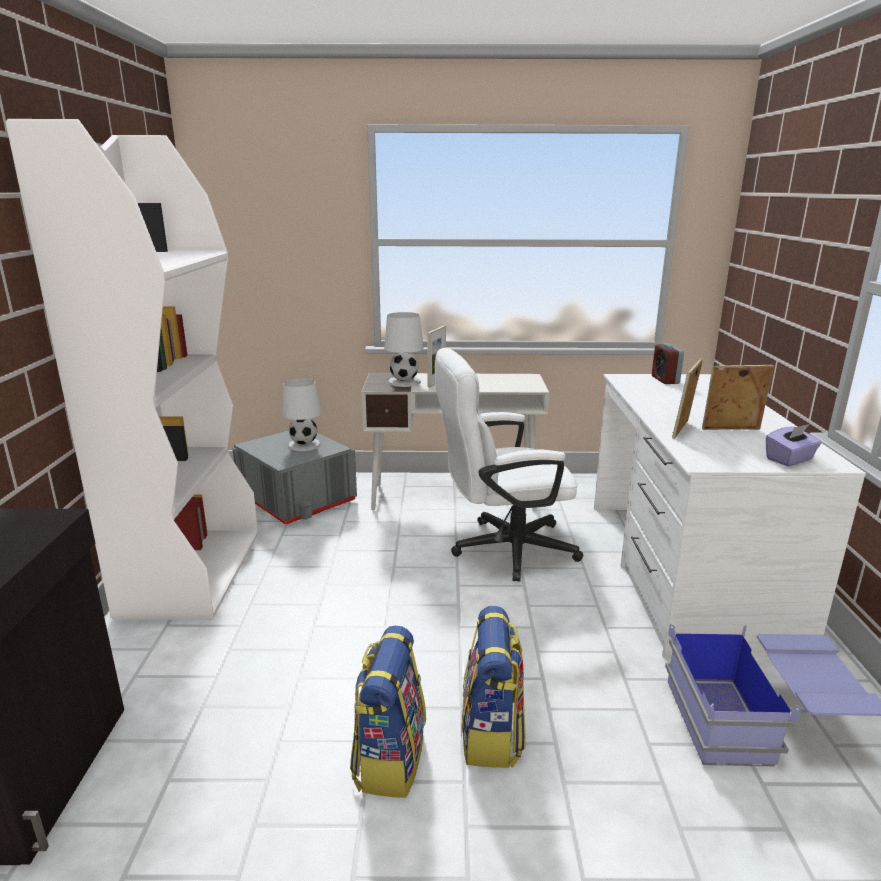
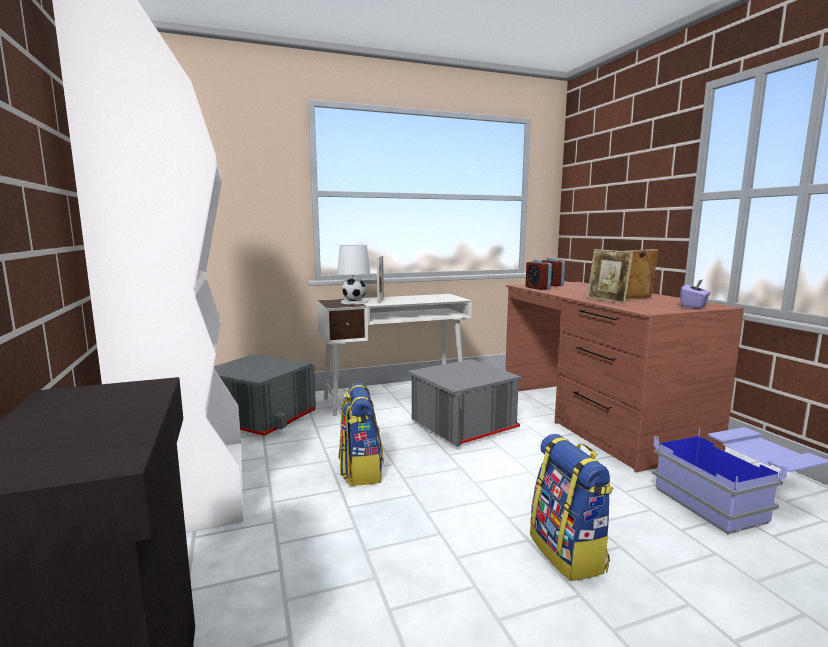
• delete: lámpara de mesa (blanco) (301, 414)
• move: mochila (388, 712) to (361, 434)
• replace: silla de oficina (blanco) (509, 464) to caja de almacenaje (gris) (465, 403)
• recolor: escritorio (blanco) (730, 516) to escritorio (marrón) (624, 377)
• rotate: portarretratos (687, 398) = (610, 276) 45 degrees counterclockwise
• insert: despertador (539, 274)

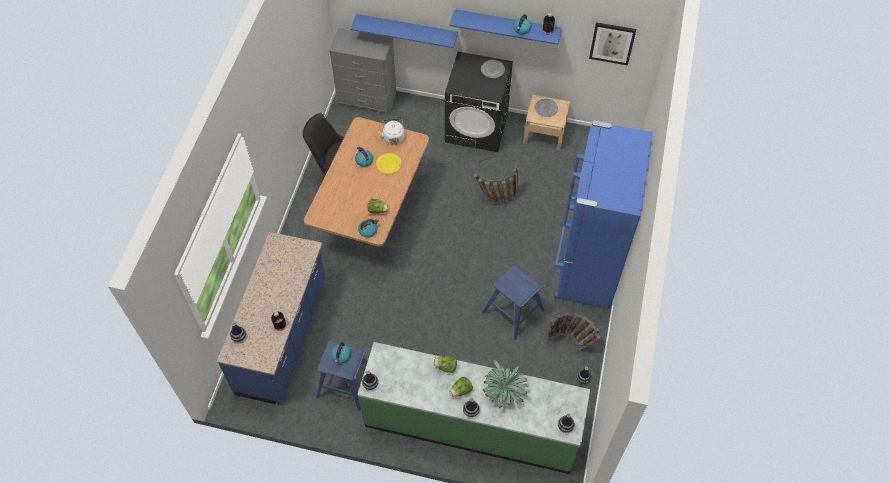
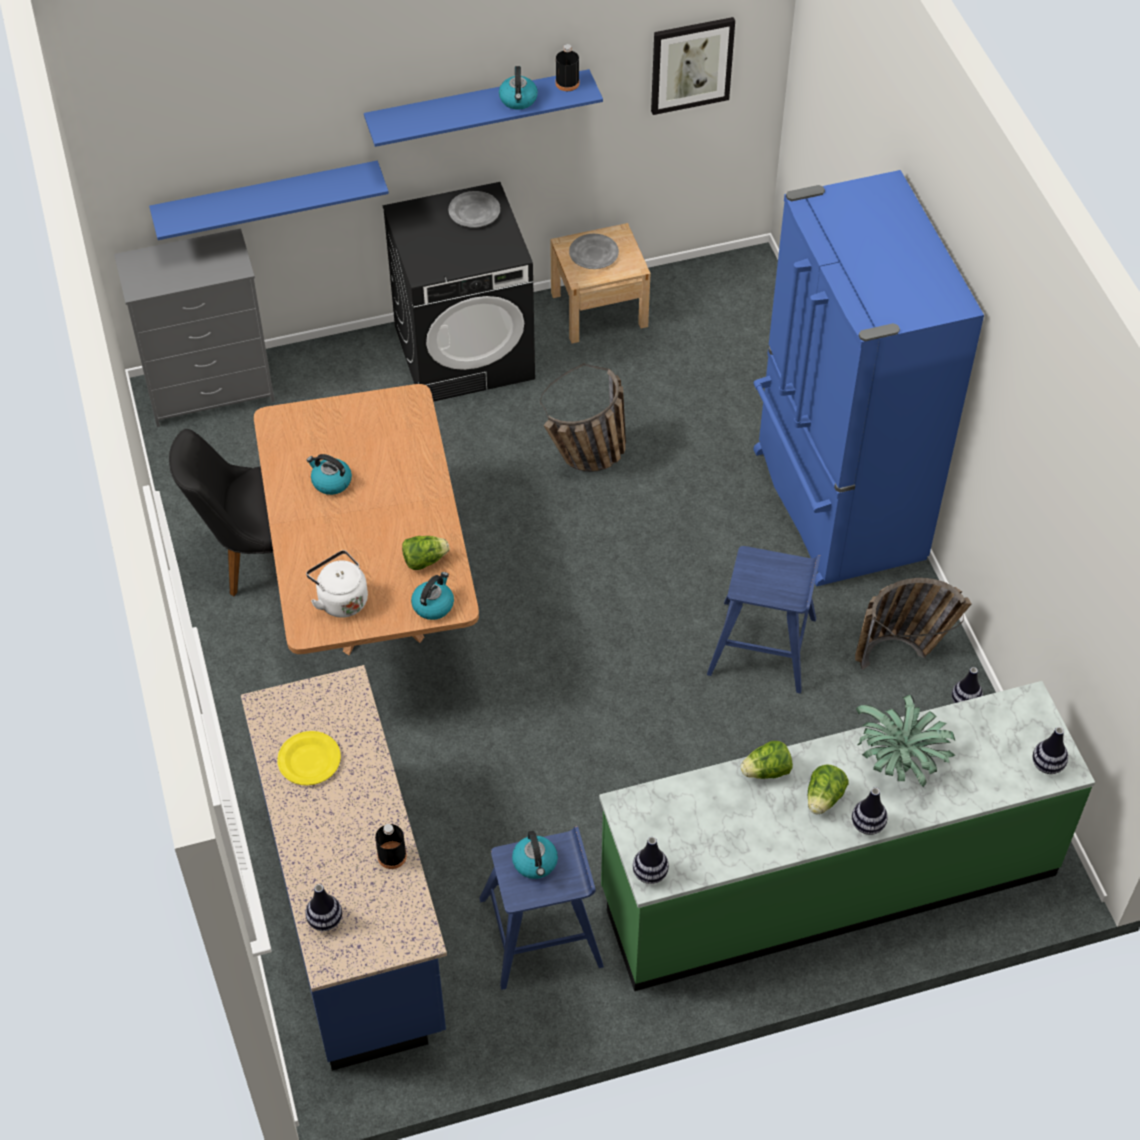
• move: plato (amarillo) (388, 163) to (309, 758)
• move: hervidor (blanco) (391, 131) to (337, 584)

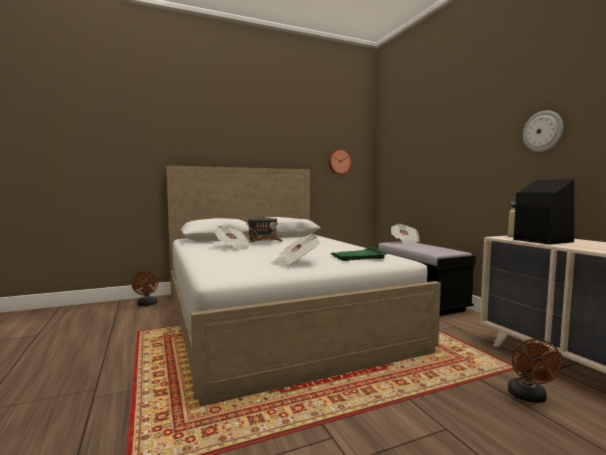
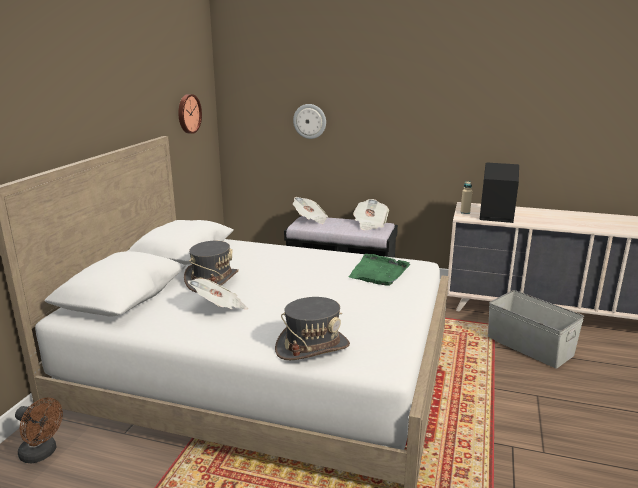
• move: periódico (295, 250) to (371, 214)
• replace: ventilador (marrón) (535, 371) to caja de almacenaje (gris) (536, 329)
• move: reloj de pared (543, 131) to (309, 121)
• insert: sombrero (gris) (312, 328)

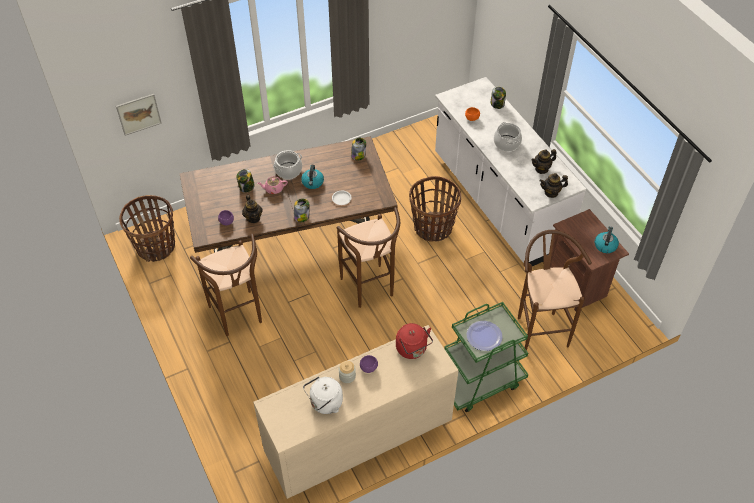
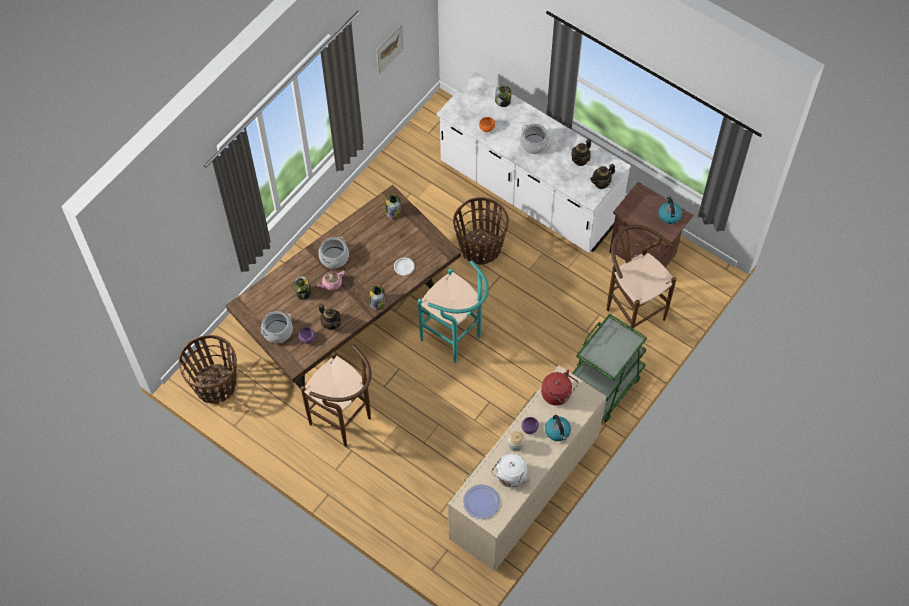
• move: cuadro (139, 115) to (389, 49)
• move: hervidor (312, 177) to (558, 428)
• recolor: taburete (marrón) (368, 257) to taburete (turquesa) (453, 311)
• move: plato (484, 336) to (481, 502)
• insert: olla (277, 327)

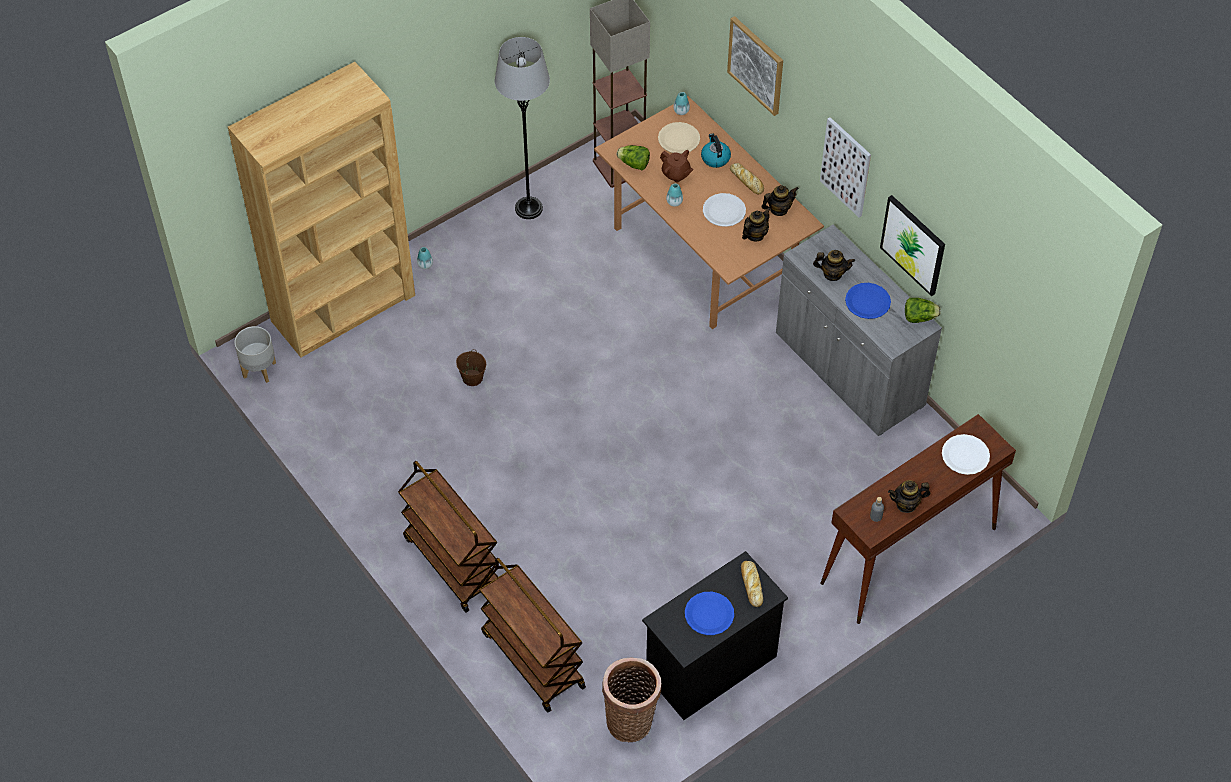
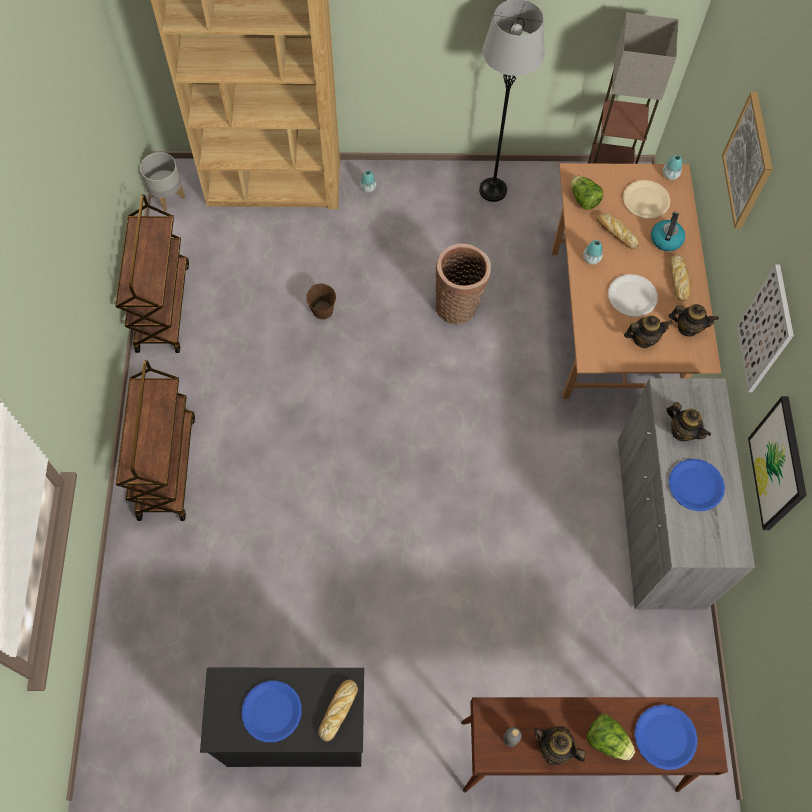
• move: carrito (marrón) (532, 635) to (152, 274)
• move: cesta (632, 700) to (463, 283)
• replace: tetera (marrón) (677, 166) to pan (617, 231)
• move: lechuga (923, 310) to (610, 737)
• recolor: plato (blanco) (966, 454) to plato (azul) (666, 737)

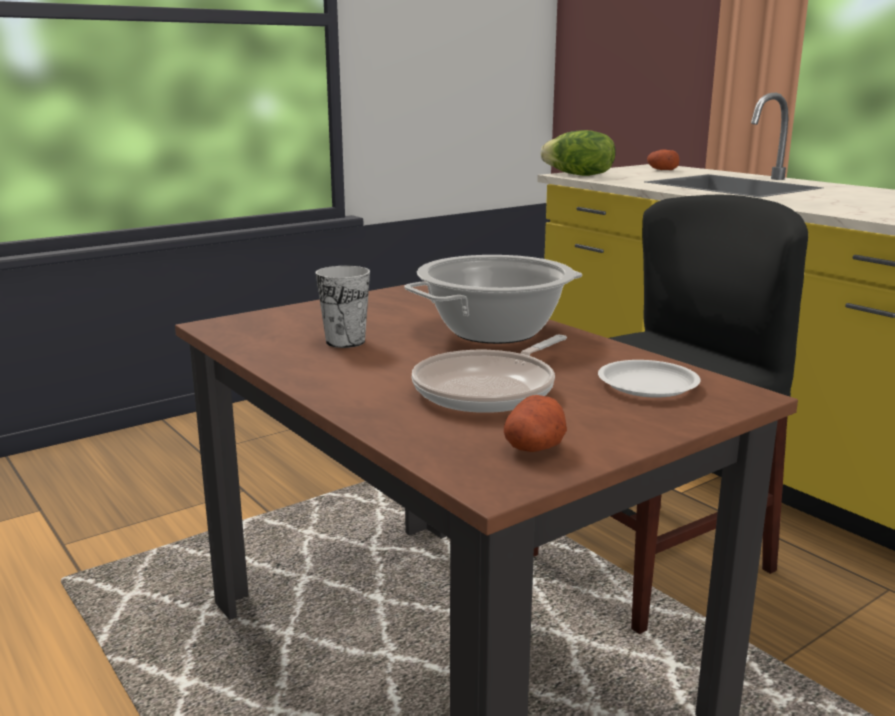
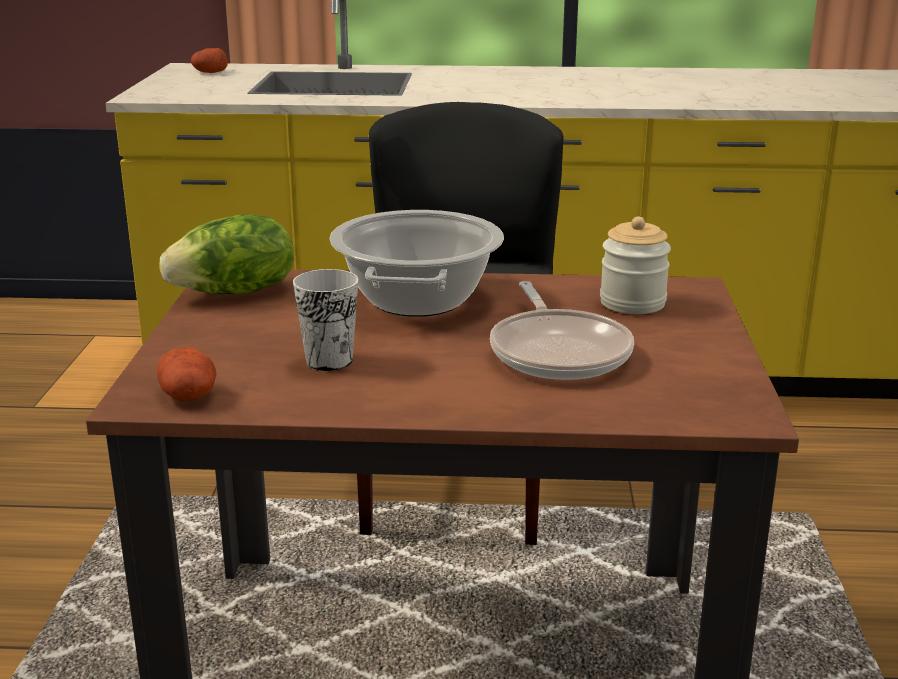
• move: patata (535, 423) to (187, 374)
• move: lechuga (578, 153) to (226, 254)
• replace: plato (blanco) (649, 379) to tarro (635, 265)

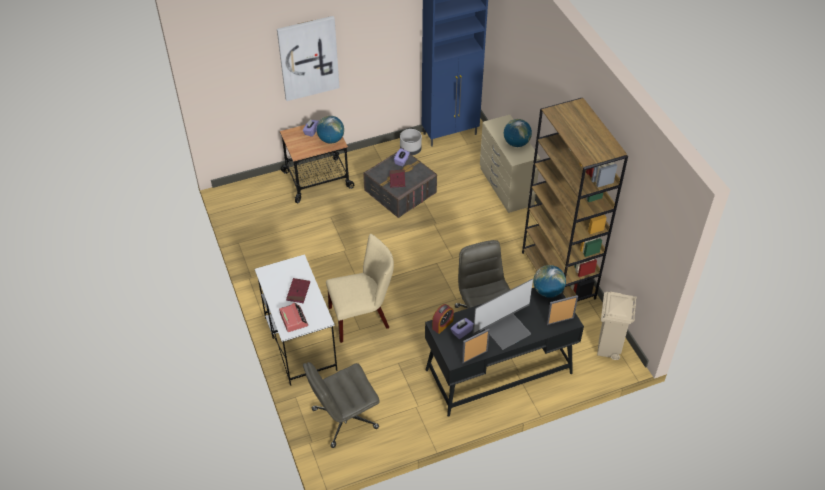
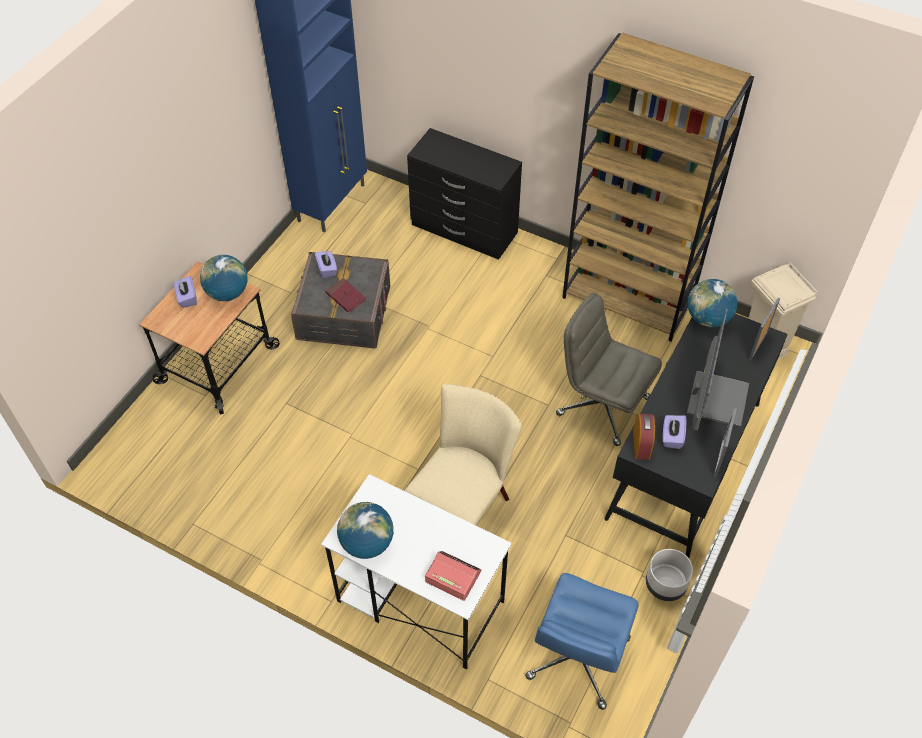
• delete: cuadro (308, 58)
• delete: libro (rojo) (298, 290)
• recolor: silla de oficina (gris) (341, 405) to silla de oficina (azul) (581, 641)
• move: maceta (gris) (411, 142) to (669, 575)
• recolor: cómoda (beis) (510, 164) to cómoda (negro) (464, 194)
• move: globo terráqueo (517, 133) to (365, 530)

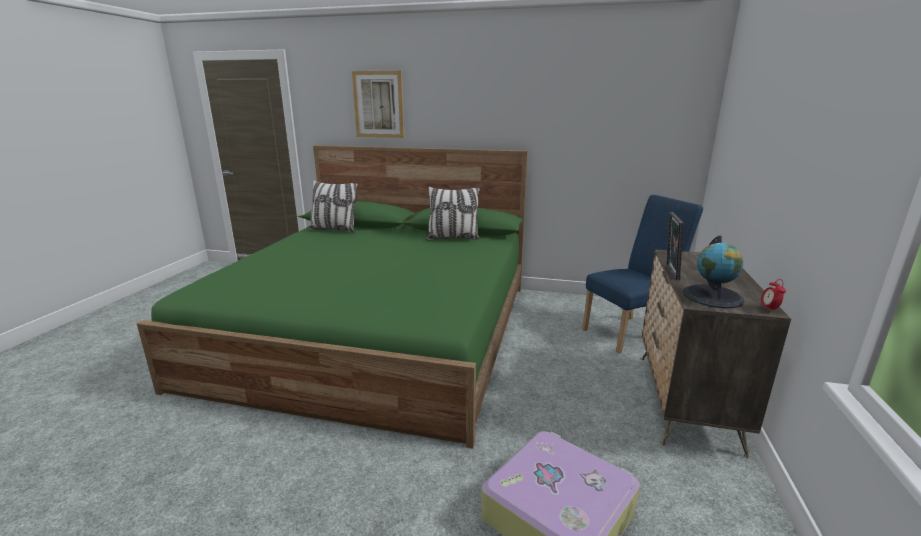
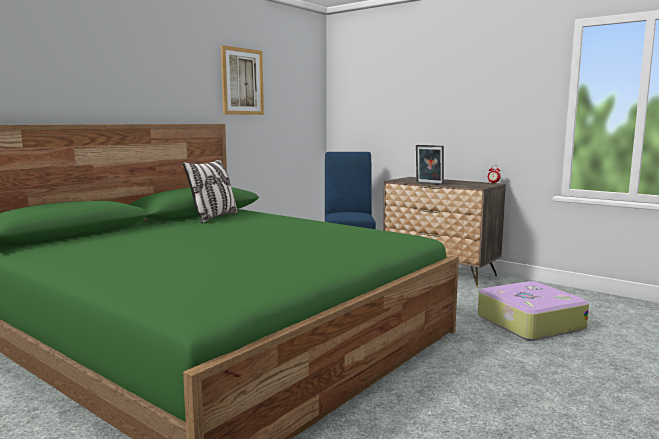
• delete: cojín (333, 206)
• move: cuadro (378, 104) to (242, 80)
• delete: globo terráqueo (714, 271)

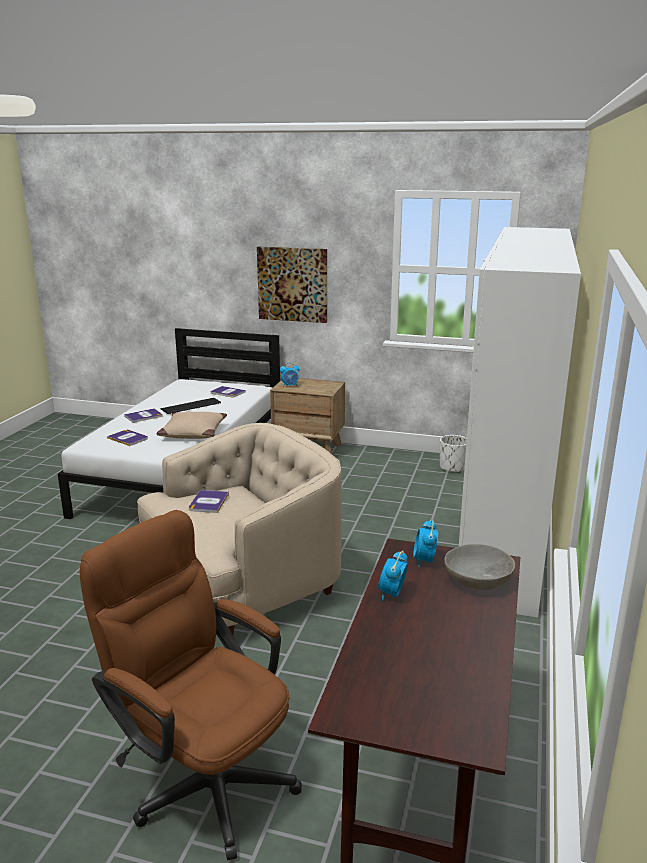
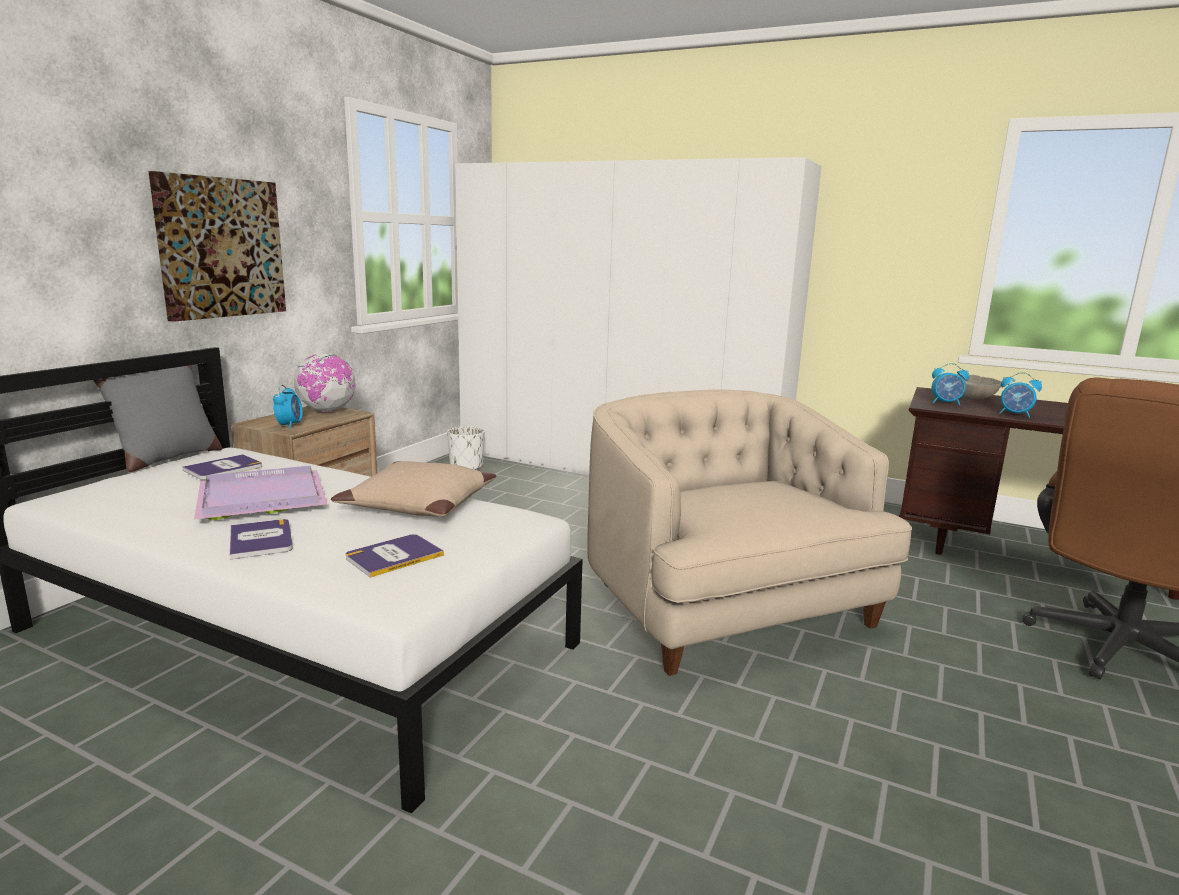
• replace: teclado (191, 406) to bandeja (morado) (260, 493)
• delete: libro (209, 501)
• insert: cojín (gris) (157, 418)
• insert: globo terráqueo (325, 383)

